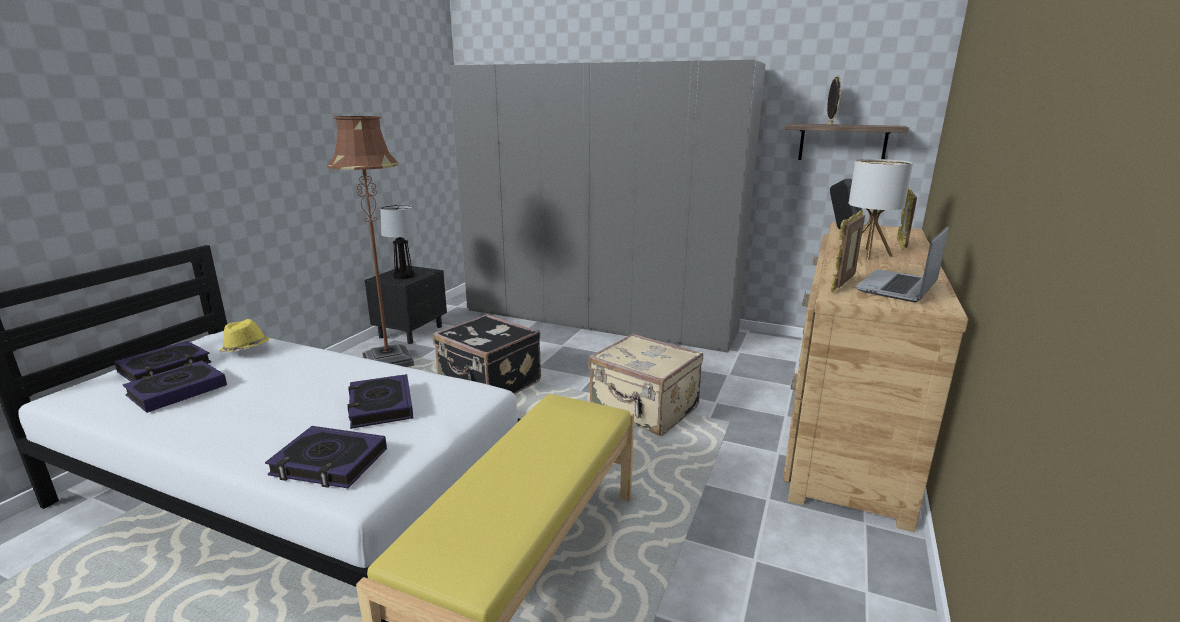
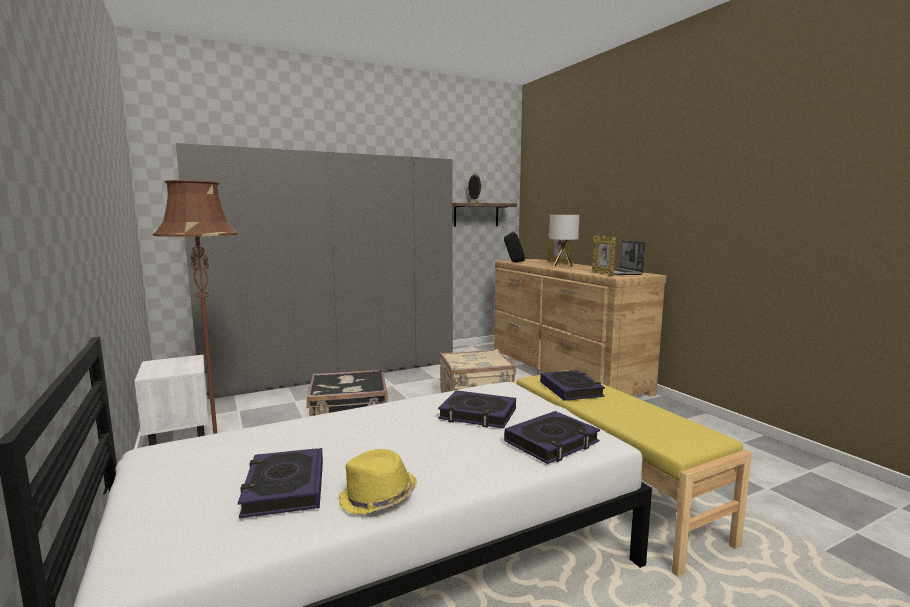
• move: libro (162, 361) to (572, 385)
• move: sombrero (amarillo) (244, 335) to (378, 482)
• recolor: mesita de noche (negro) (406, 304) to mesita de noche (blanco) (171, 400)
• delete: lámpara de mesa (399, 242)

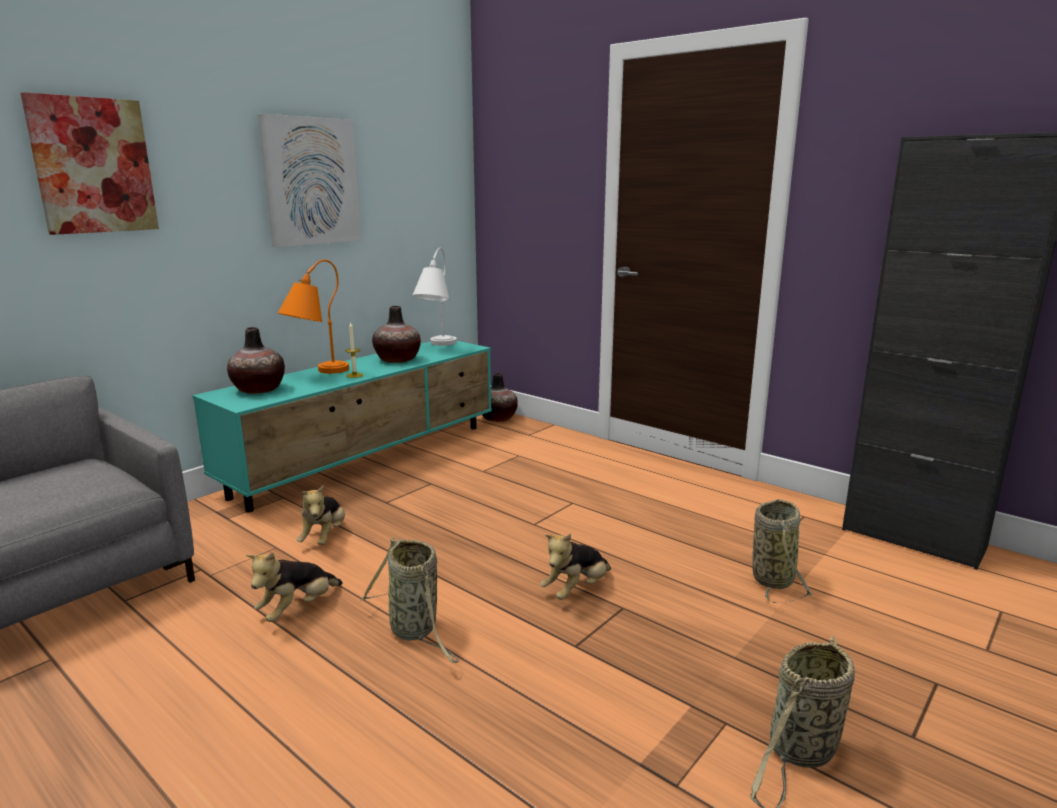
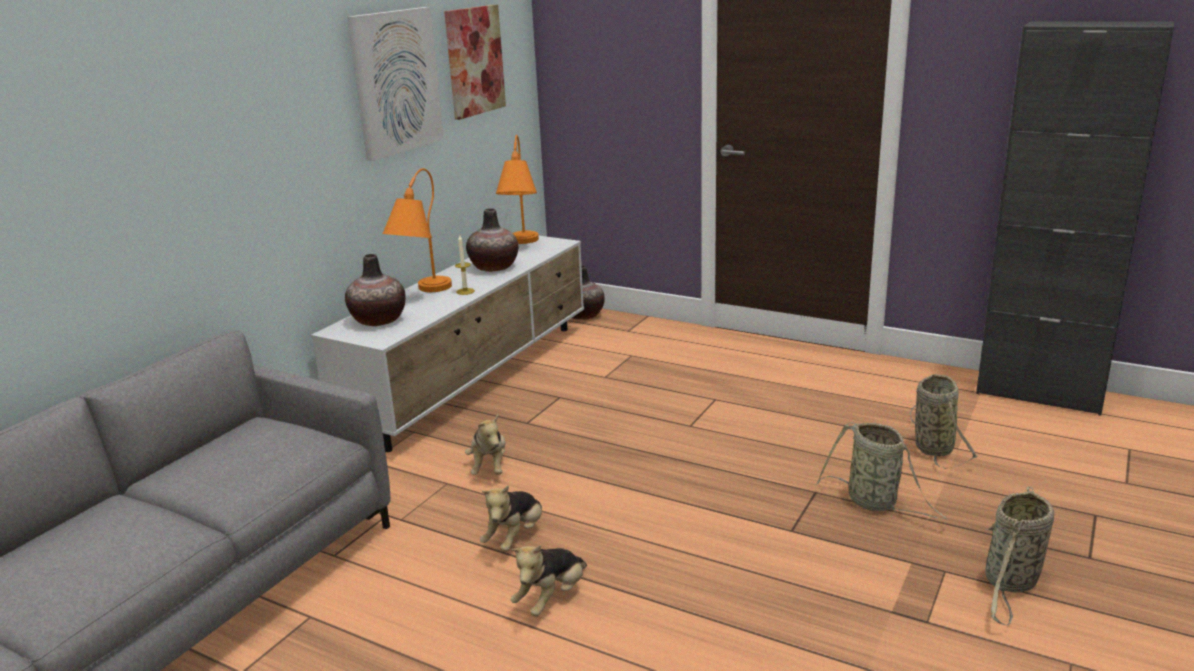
• move: cuadro (89, 163) to (475, 62)
• recolor: mueble de televisión (turquesa) (342, 426) to mueble de televisión (blanco) (447, 344)
• move: cesta (409, 600) to (882, 471)
• recolor: lámpara de mesa (blanco) (434, 297) to lámpara de mesa (naranja) (517, 189)
• move: peluche (575, 567) to (549, 580)

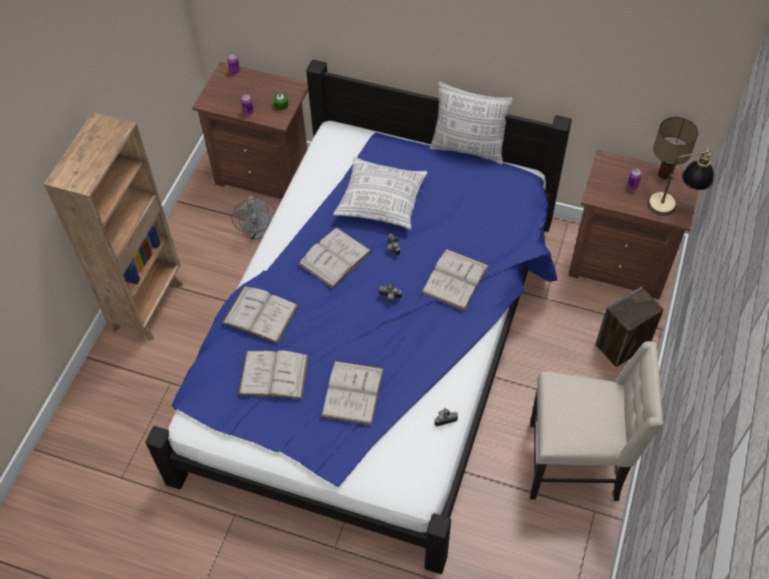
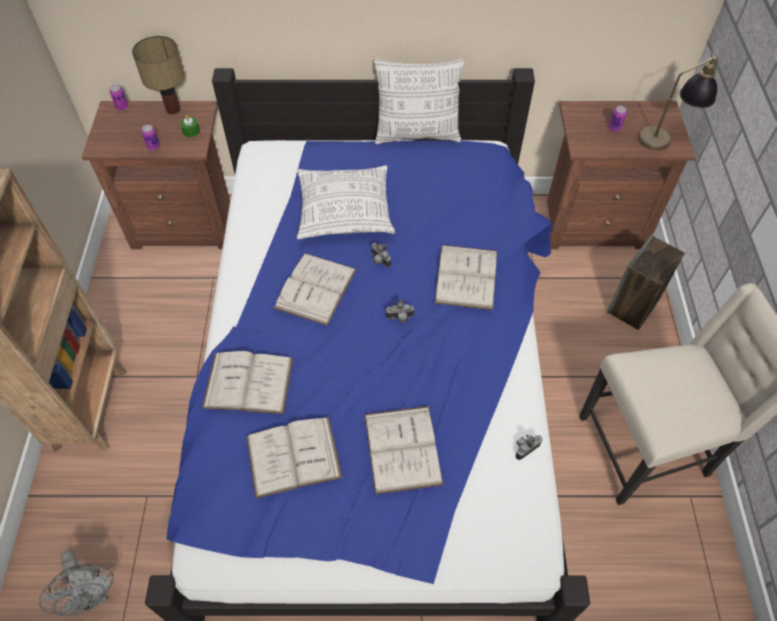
• move: ventilador (gris) (253, 217) to (76, 583)
• move: lámpara de mesa (675, 148) to (158, 75)

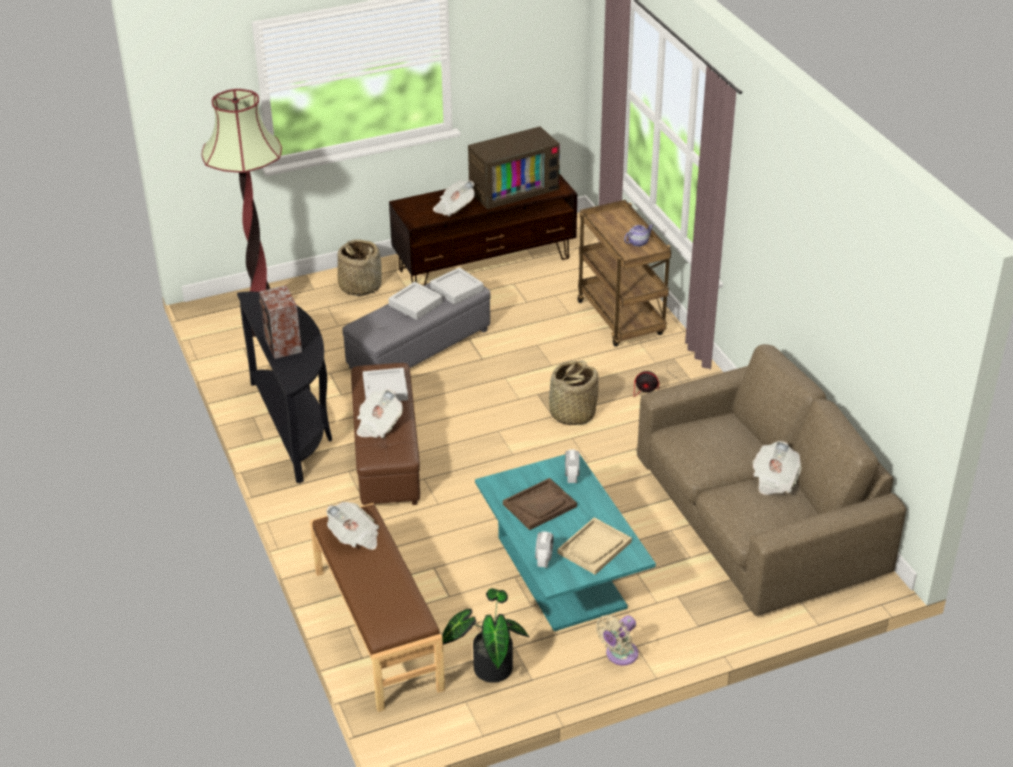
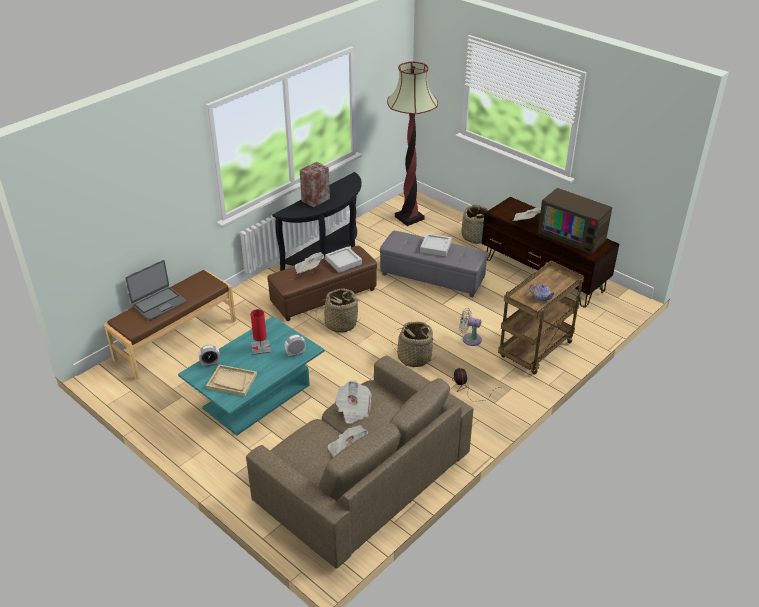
• move: periódico (352, 526) to (353, 402)
• delete: bandeja (gris) (457, 286)
• delete: planta en maceta (485, 635)
• replace: bandeja (marrón) (540, 504) to lámpara de mesa (rojo) (260, 332)
• move: ventilador (beis) (617, 640) to (470, 327)
• insert: portátil (156, 290)
• insert: cesta (339, 310)

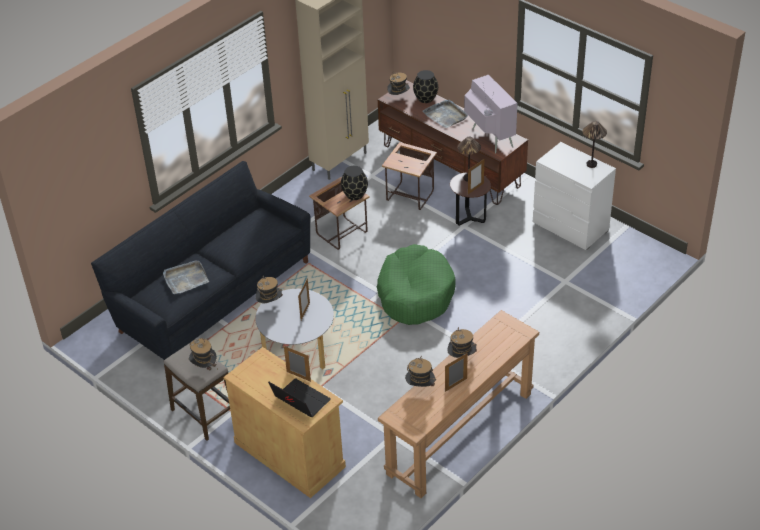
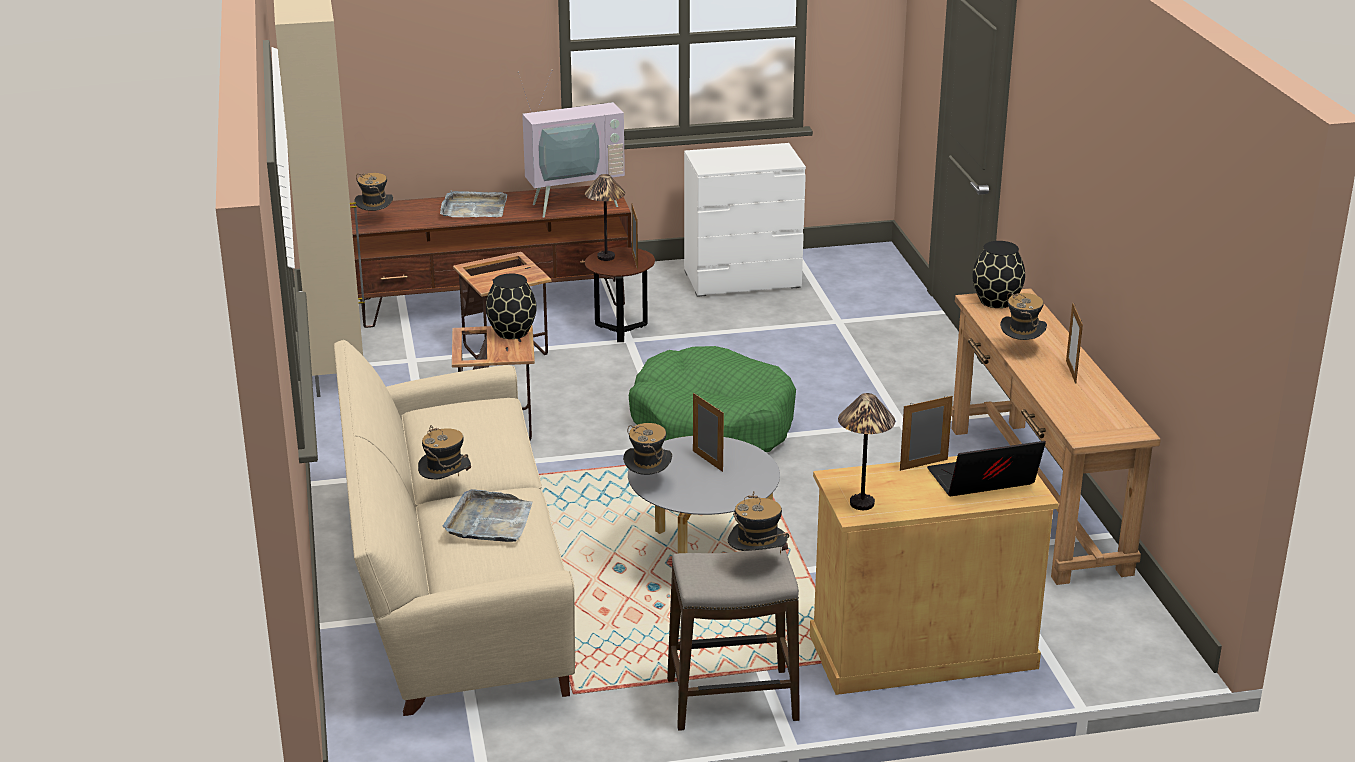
• recolor: sofá (negro) (201, 260) to sofá (beis) (454, 528)
• move: sombrero (420, 371) to (444, 452)
• move: florero (negro) (425, 86) to (998, 274)
• rotate: televisor (491, 114) = (571, 144) 150 degrees clockwise
• move: lámpara de mesa (595, 144) to (866, 451)

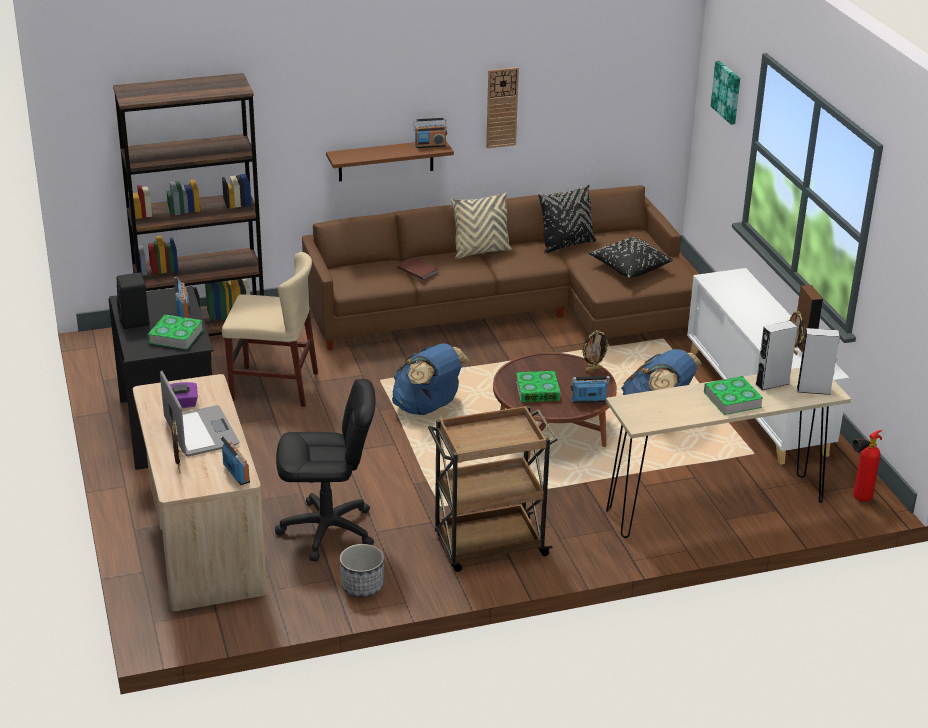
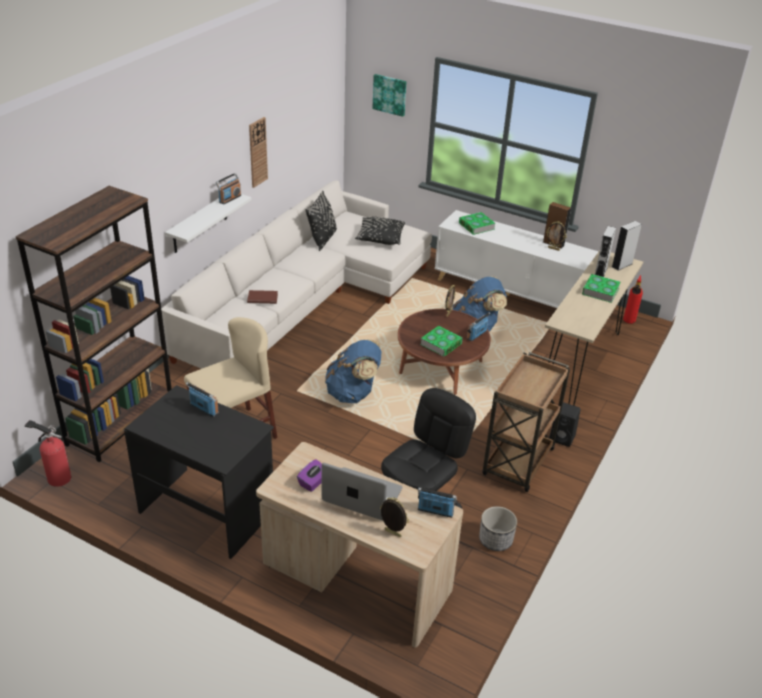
• move: altavoz (negro) (133, 301) to (565, 424)
• move: libro (175, 332) to (477, 223)
• recolor: sofá (marrón) (498, 267) to sofá (blanco) (296, 275)
• recolor: estante (marrón) (390, 161) to estante (blanco) (208, 223)
• delete: cojín (beis) (481, 225)
• insert: extintor (48, 453)

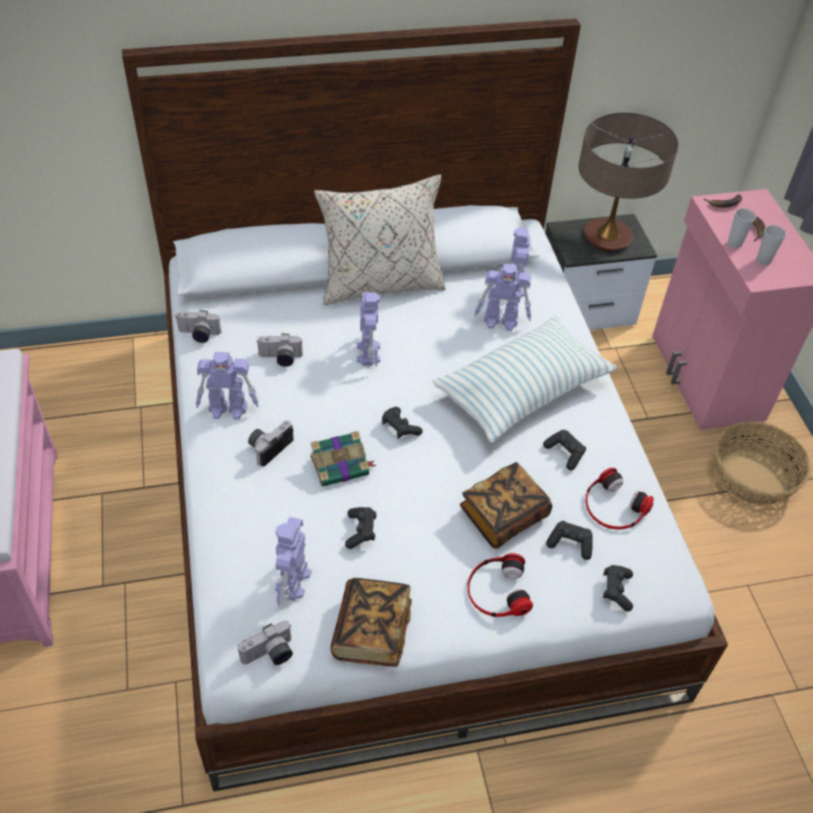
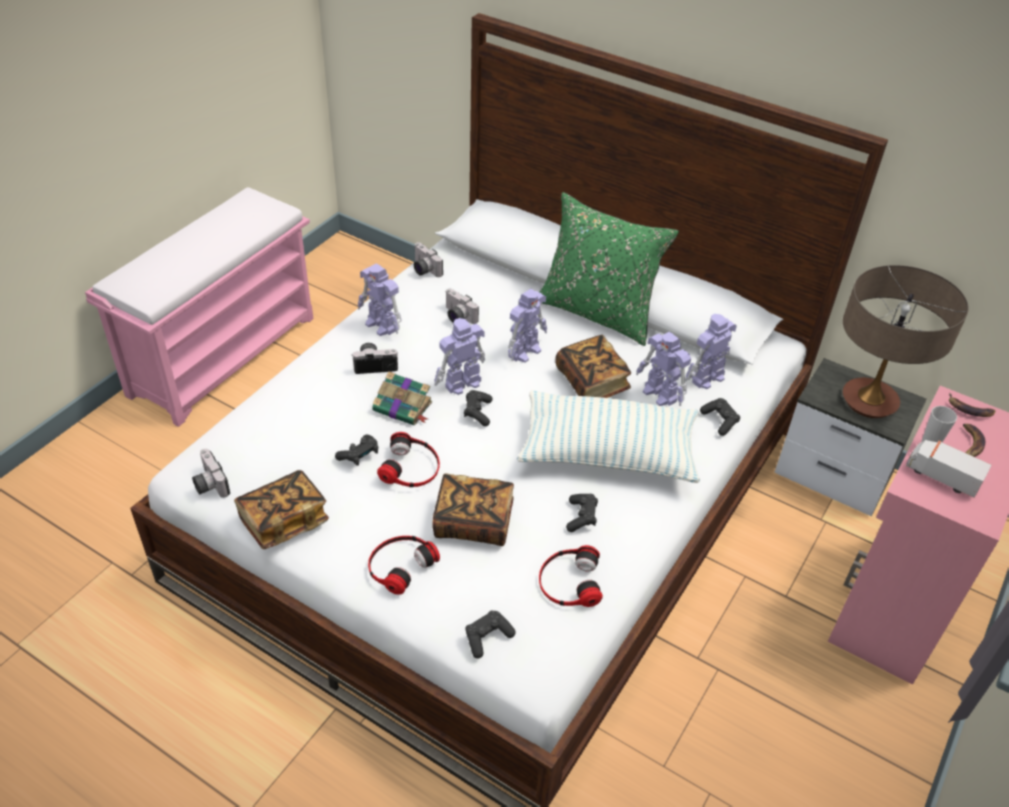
• rotate: cámara (265, 642) = (211, 473) 45 degrees clockwise
• move: robot de juguete (293, 561) to (459, 356)
• recolor: cojín (beis) (380, 239) to cojín (verde) (609, 269)
• move: mando de consola (negro) (569, 540) to (720, 417)
• delete: cesta (763, 463)
• replace: taza (771, 245) to camión de juguete (948, 469)
• insert: auriculares (408, 459)
• insert: libro (593, 366)

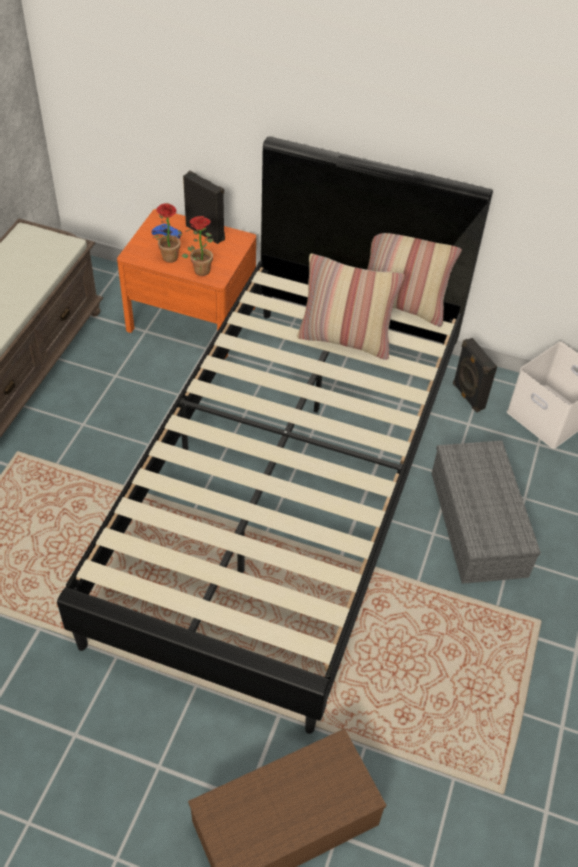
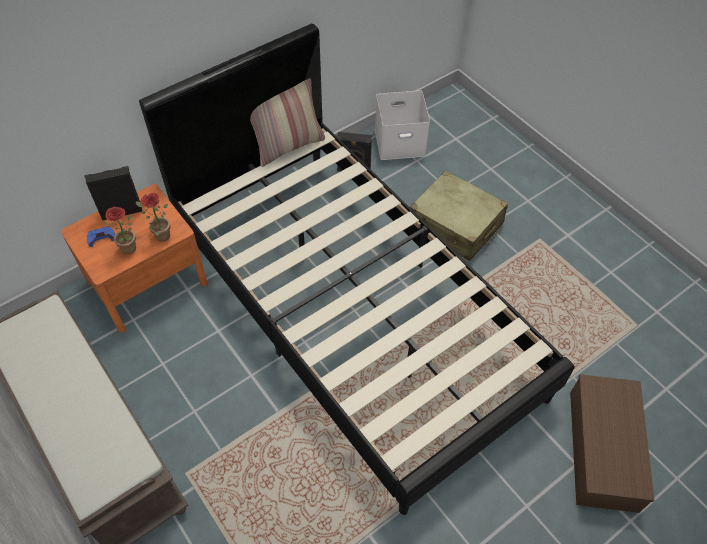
• delete: cojín (351, 306)
• replace: caja de almacenaje (gris) (486, 512) to maleta (beis) (459, 215)

